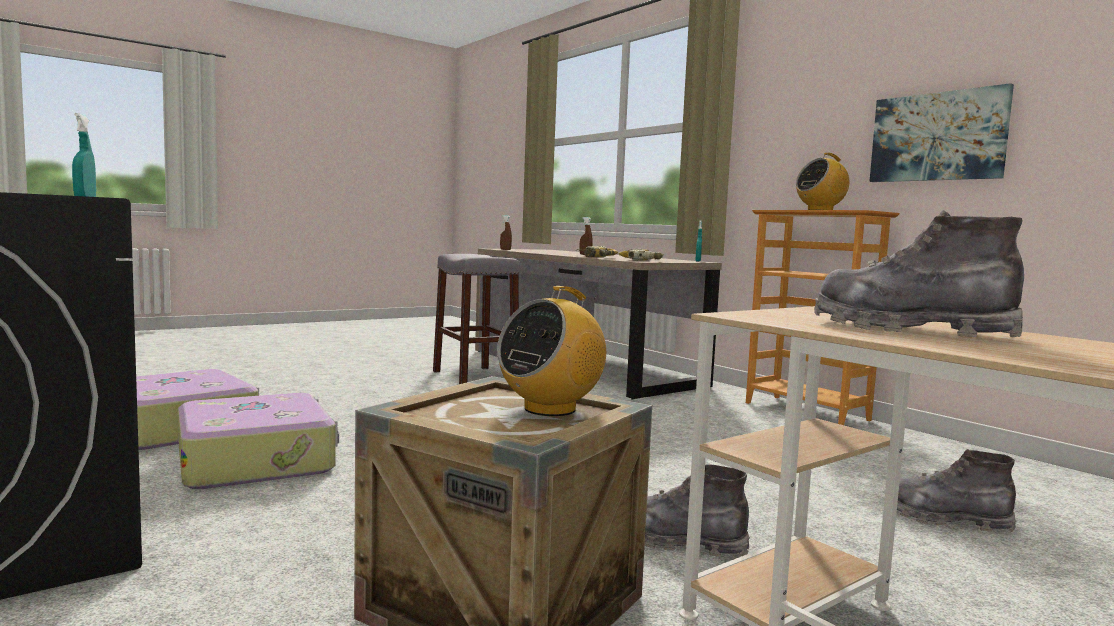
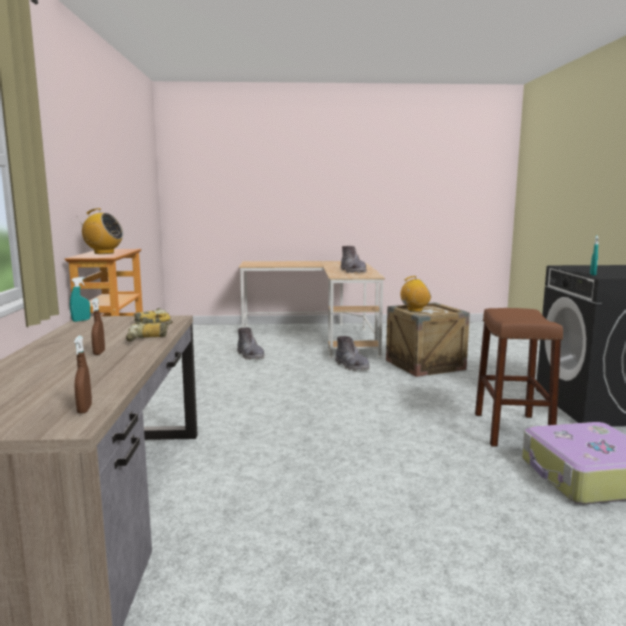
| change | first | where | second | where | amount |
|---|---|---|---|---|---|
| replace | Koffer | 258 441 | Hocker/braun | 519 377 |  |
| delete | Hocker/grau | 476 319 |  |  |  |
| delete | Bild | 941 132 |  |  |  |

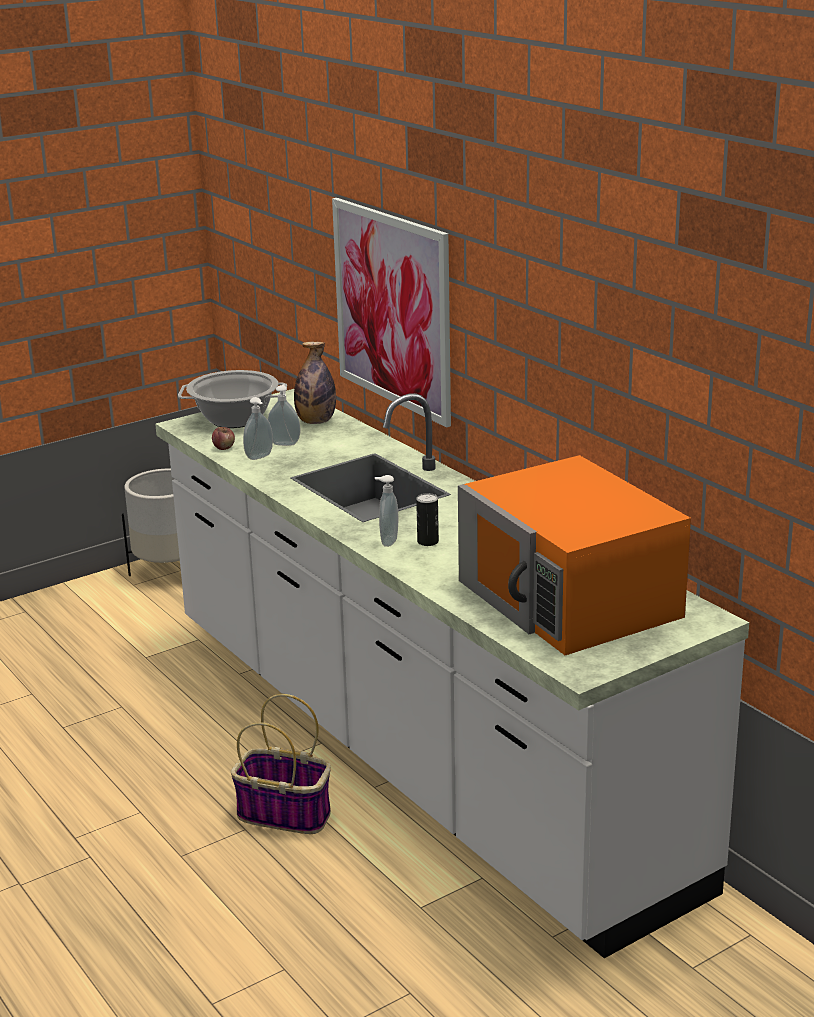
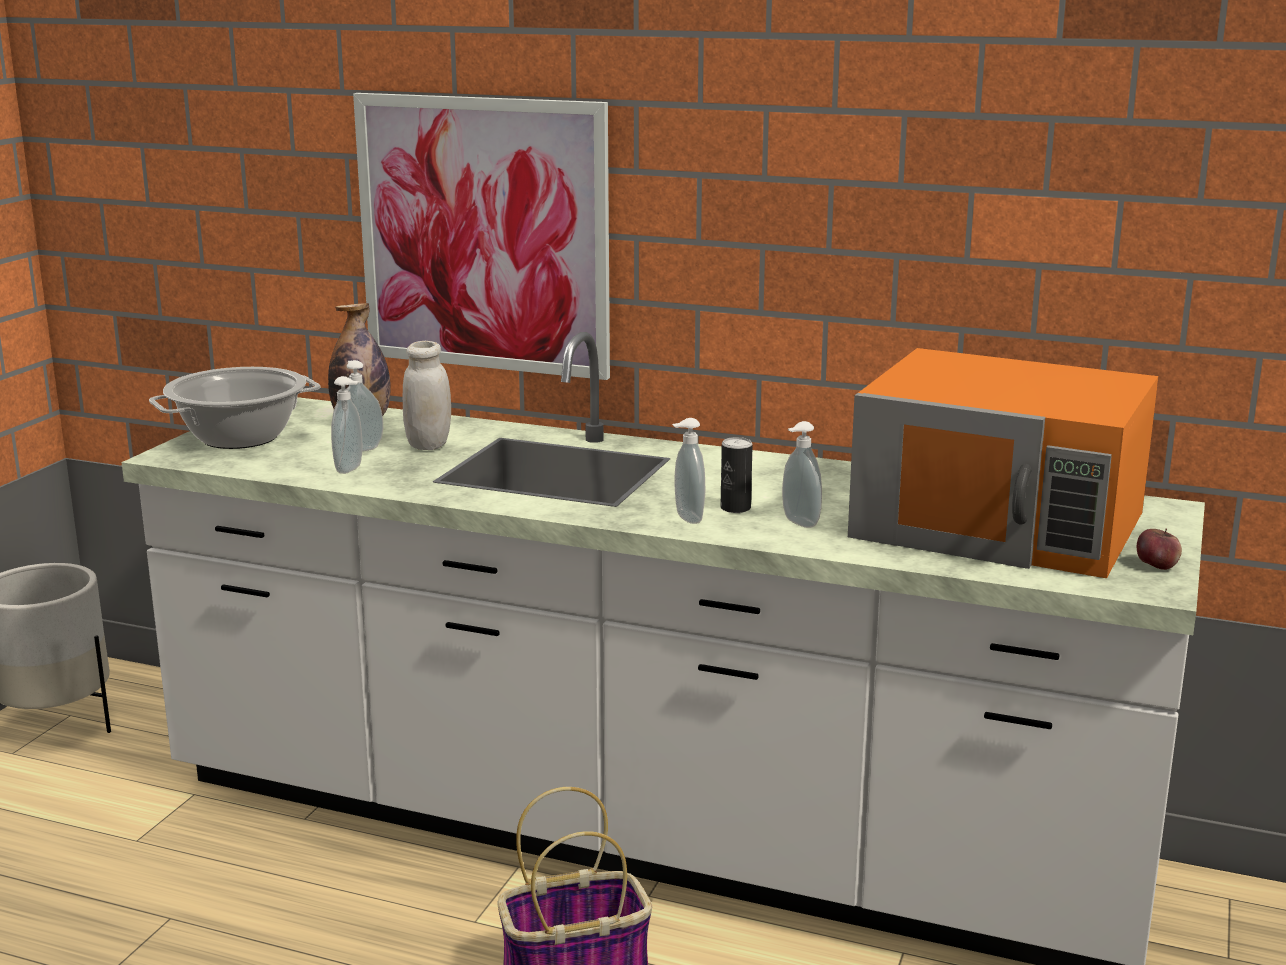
| change | first | where | second | where | amount |
|---|---|---|---|---|---|
| move | Apfel | 223 438 |  | 1159 549 |  |
| insert |  |  | Vorratsglas/weiß | 427 395 |  |
| insert |  |  | Seifenspender | 802 474 |  |

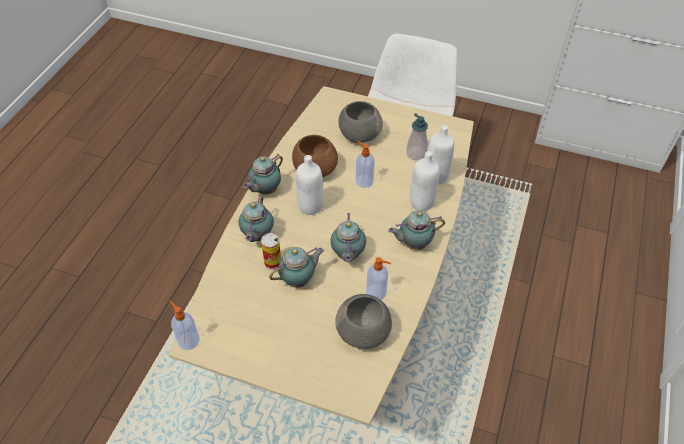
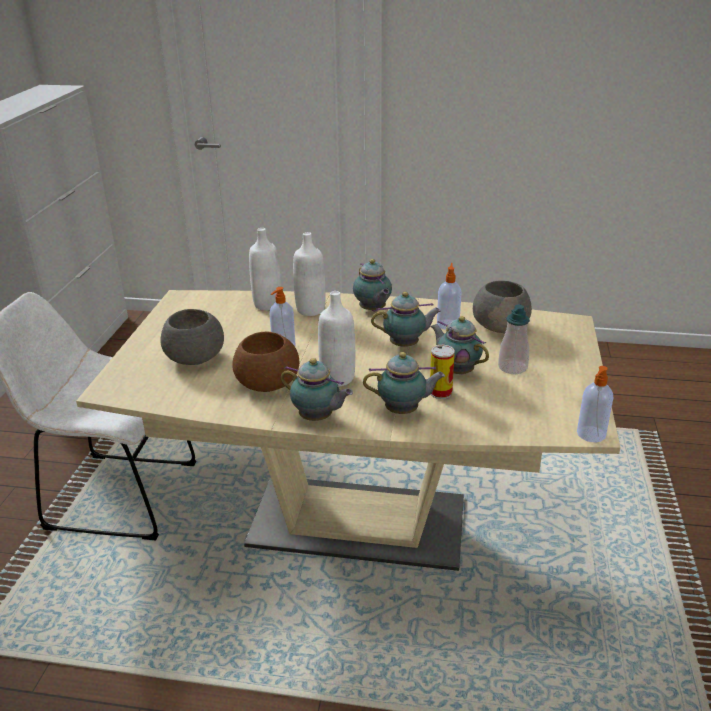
| change | first | where | second | where | amount |
|---|---|---|---|---|---|
| move | Seifenspender | 417 137 |  | 514 339 |  |

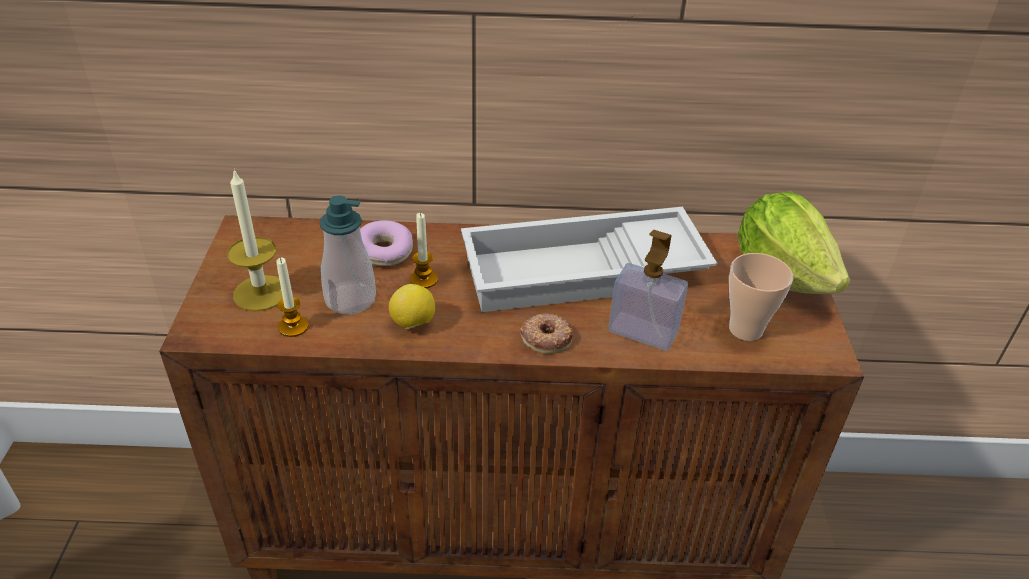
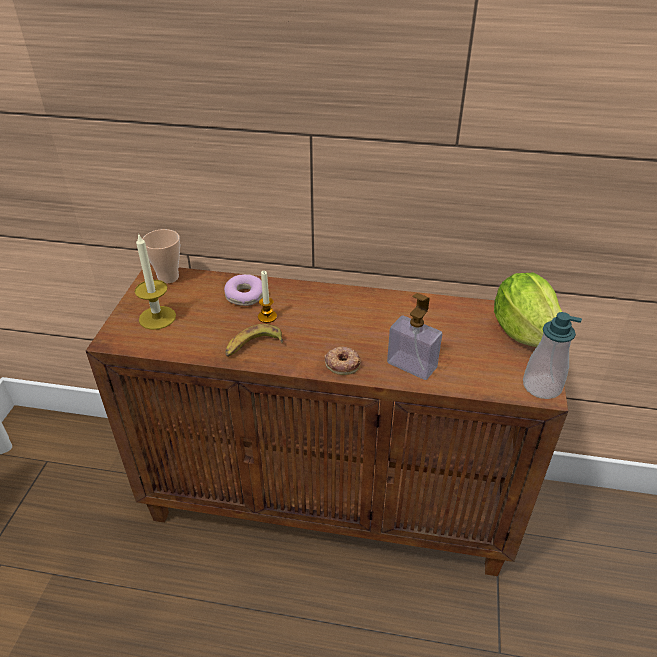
| change | first | where | second | where | amount |
|---|---|---|---|---|---|
| delete | Kerze | 292 297 |  |  |  |
| move | Seifenspender | 347 254 |  | 552 355 |  |
| replace | Zitrone | 412 306 | Banane | 254 340 |  |
| delete | Tablett/weiß | 589 259 |  |  |  |
| move | Tasse | 761 297 |  | 161 256 |  |

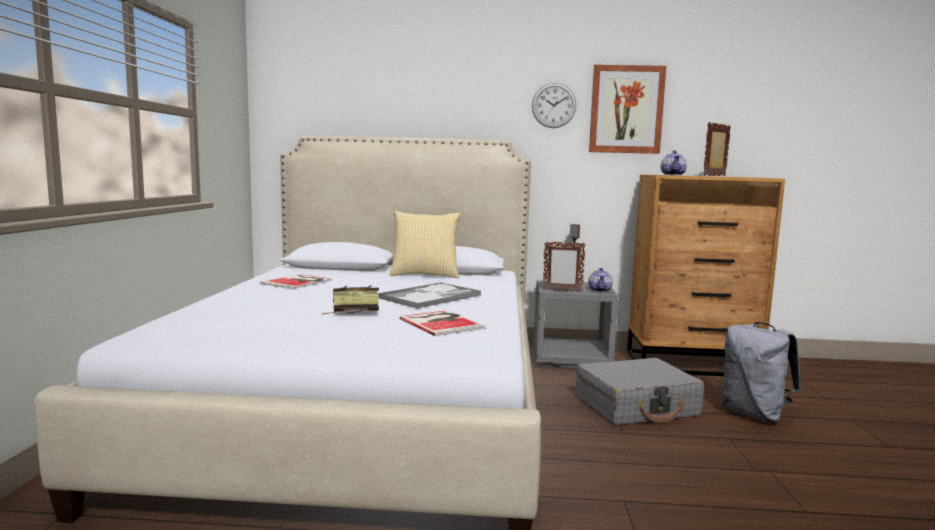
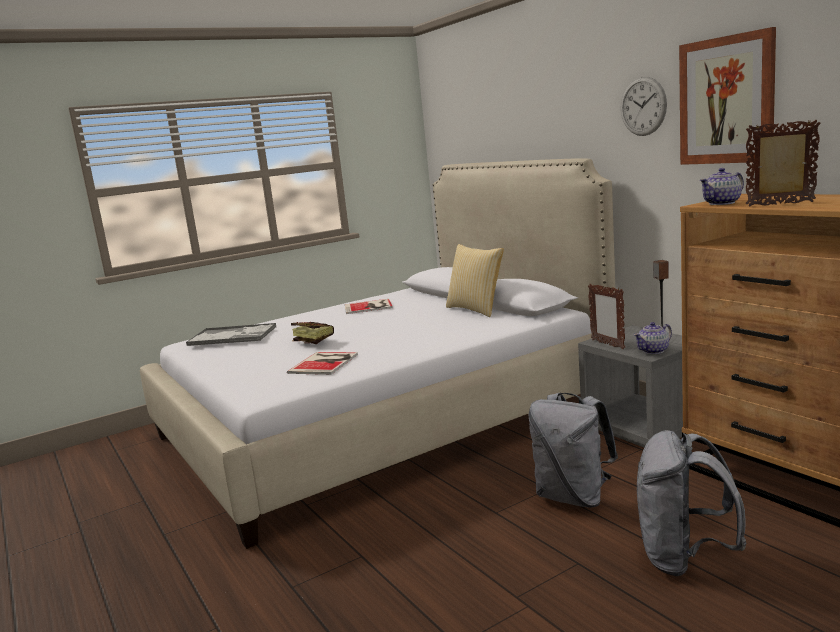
| change | first | where | second | where | amount |
|---|---|---|---|---|---|
| move | Tablett | 429 295 |  | 231 334 |  |
| replace | Koffer/grau | 640 391 | Rucksack/grau | 573 450 |  |

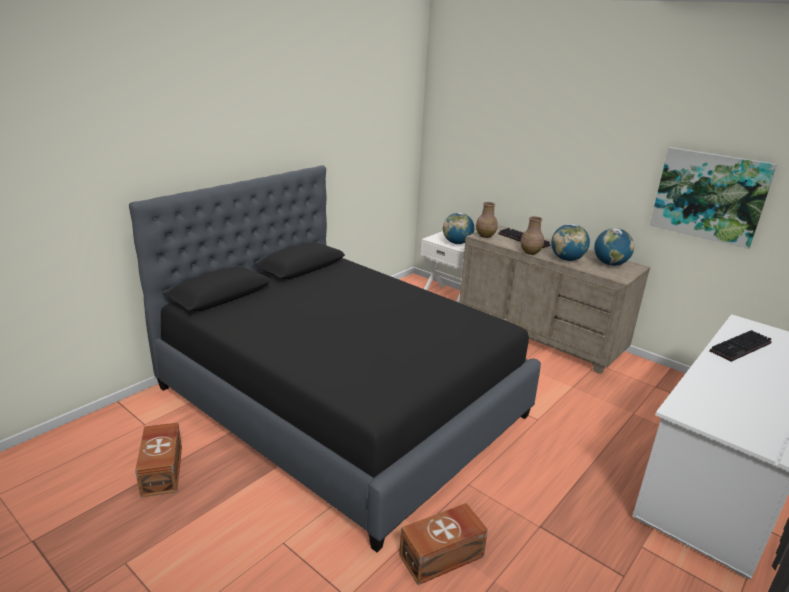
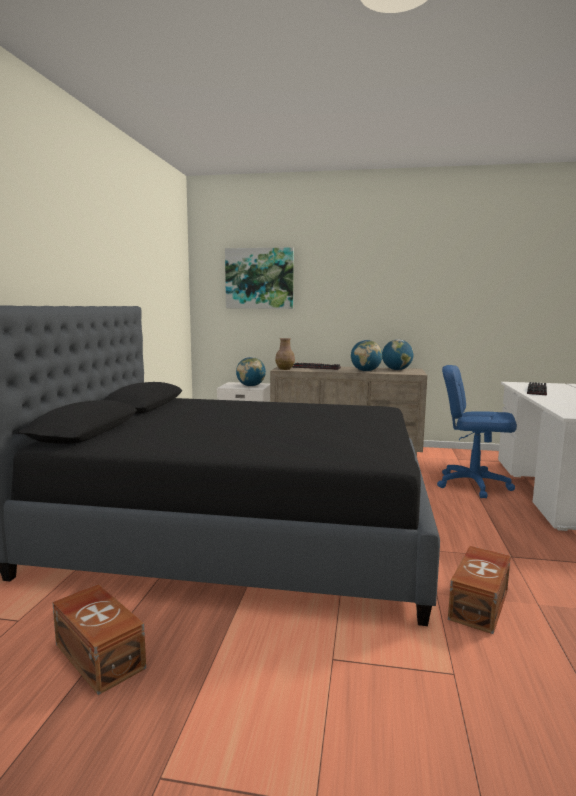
| change | first | where | second | where | amount |
|---|---|---|---|---|---|
| delete | Vase/braun | 532 235 |  |  |  |
| move | Bild | 713 198 |  | 259 278 |  |
| insert |  |  | Bürostuhl/blau | 477 431 |  |

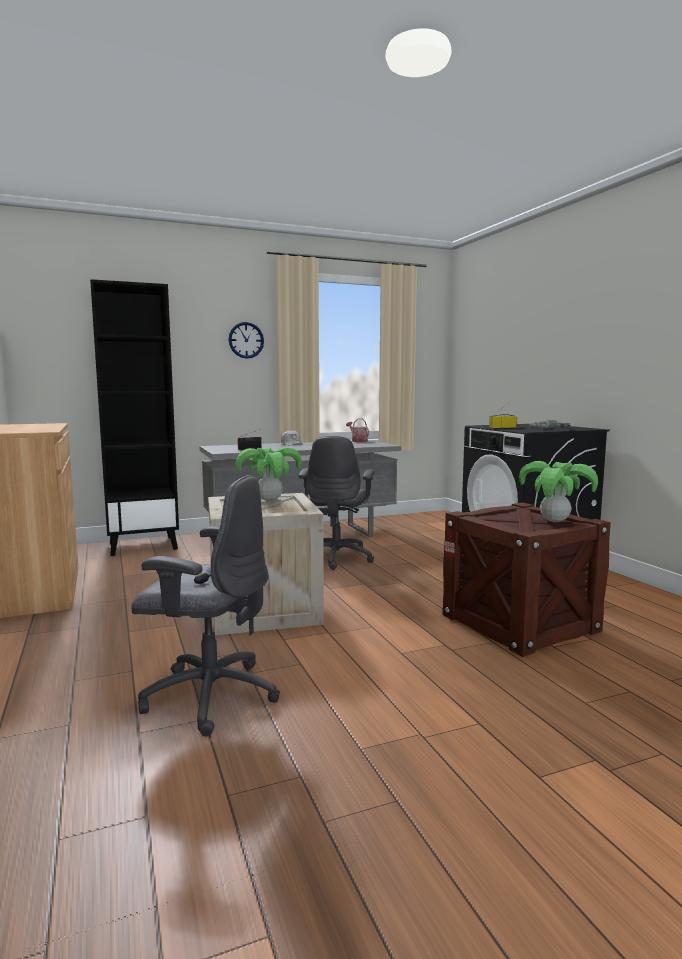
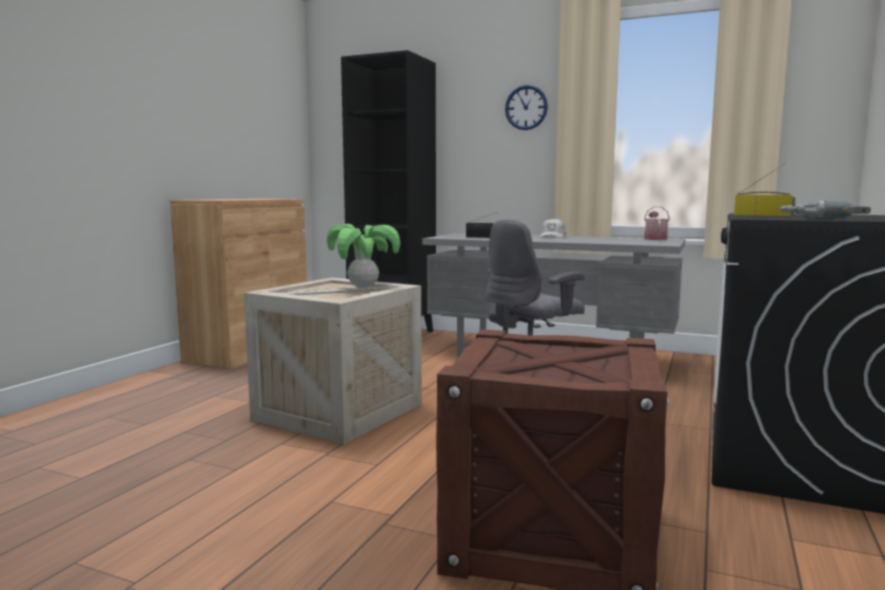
| change | first | where | second | where | amount |
|---|---|---|---|---|---|
| delete | Bürostuhl/grau | 205 605 |  |  |  |
| delete | Topfpflanze | 558 491 |  |  |  |

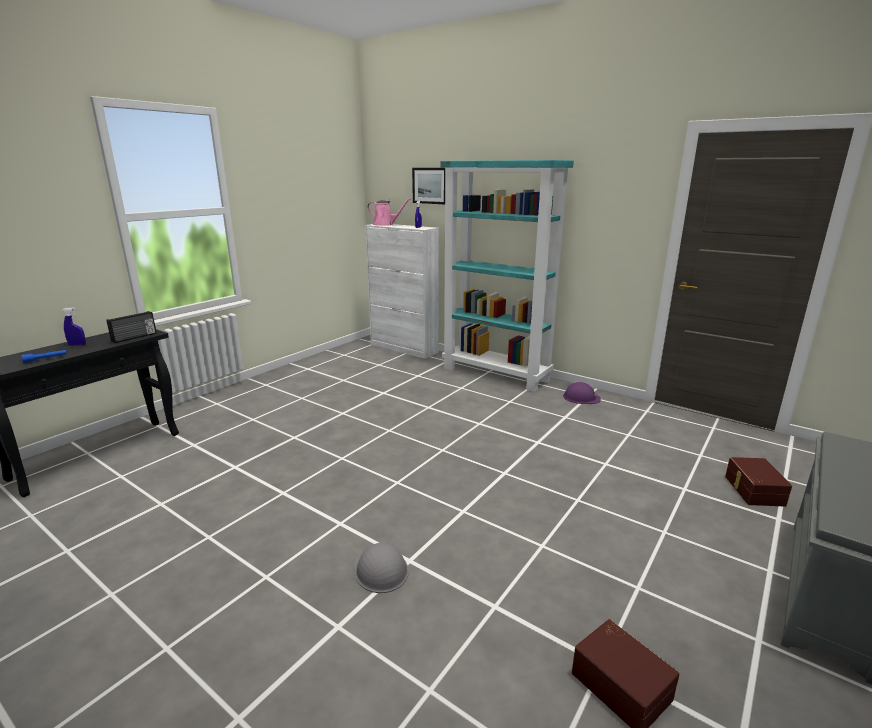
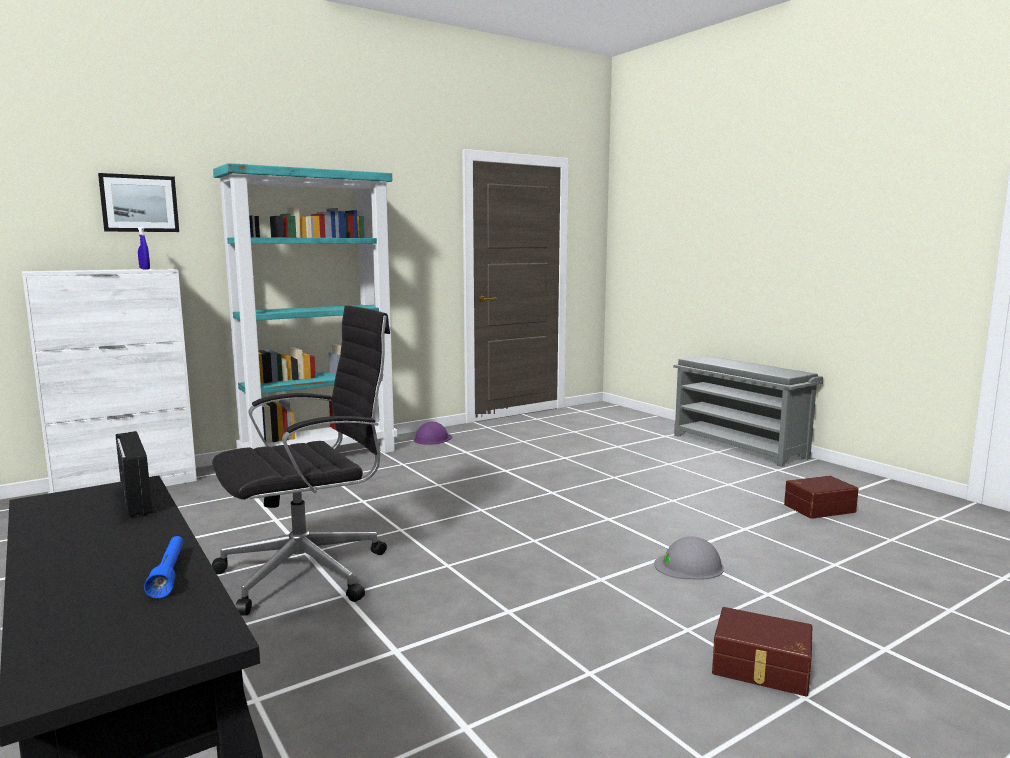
| change | first | where | second | where | amount |
|---|---|---|---|---|---|
| delete | Sprühflasche/blau | 74 326 |  |  |  |
| delete | Gießkanne/rosa | 389 212 |  |  |  |
| move | Aufbewahrungsbox/braun | 758 482 |  | 762 651 |  |
| insert |  |  | Bürostuhl/schwarz | 301 460 |  |

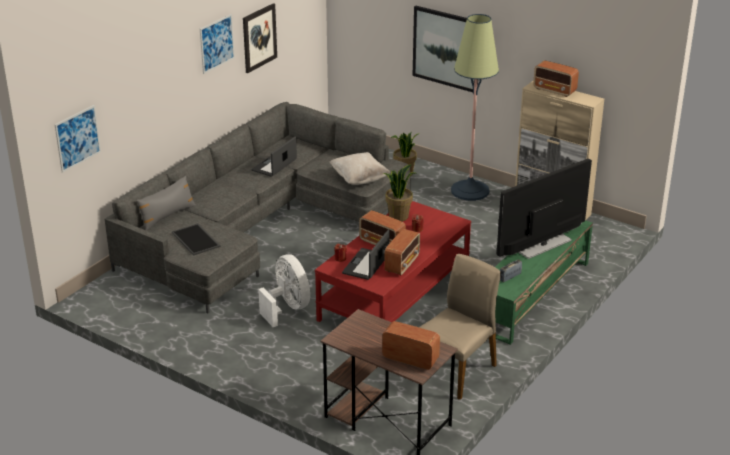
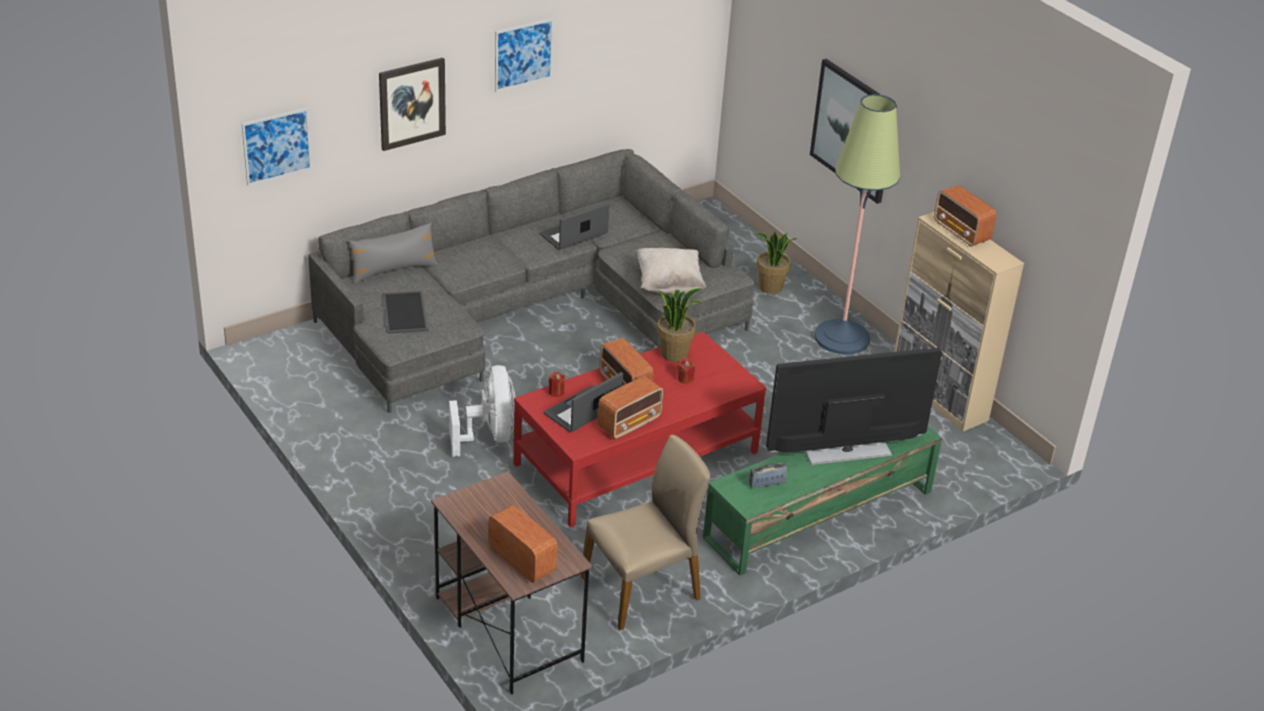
| change | first | where | second | where | amount |
|---|---|---|---|---|---|
| move | Bild | 260 38 |  | 412 104 |  |

